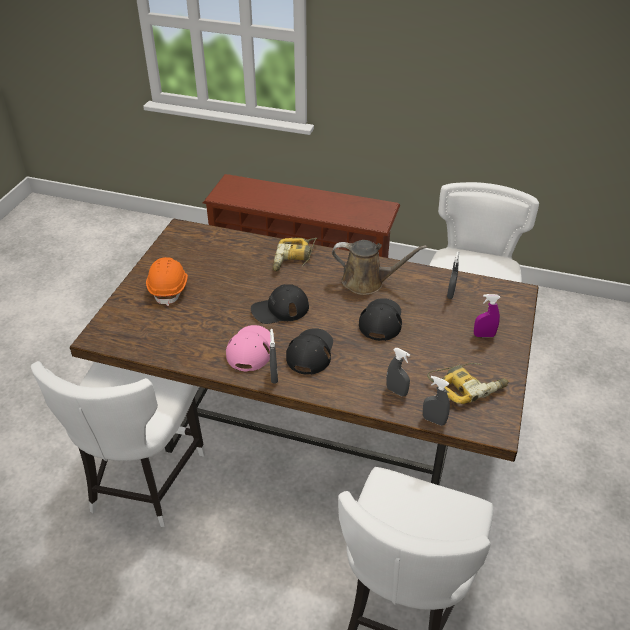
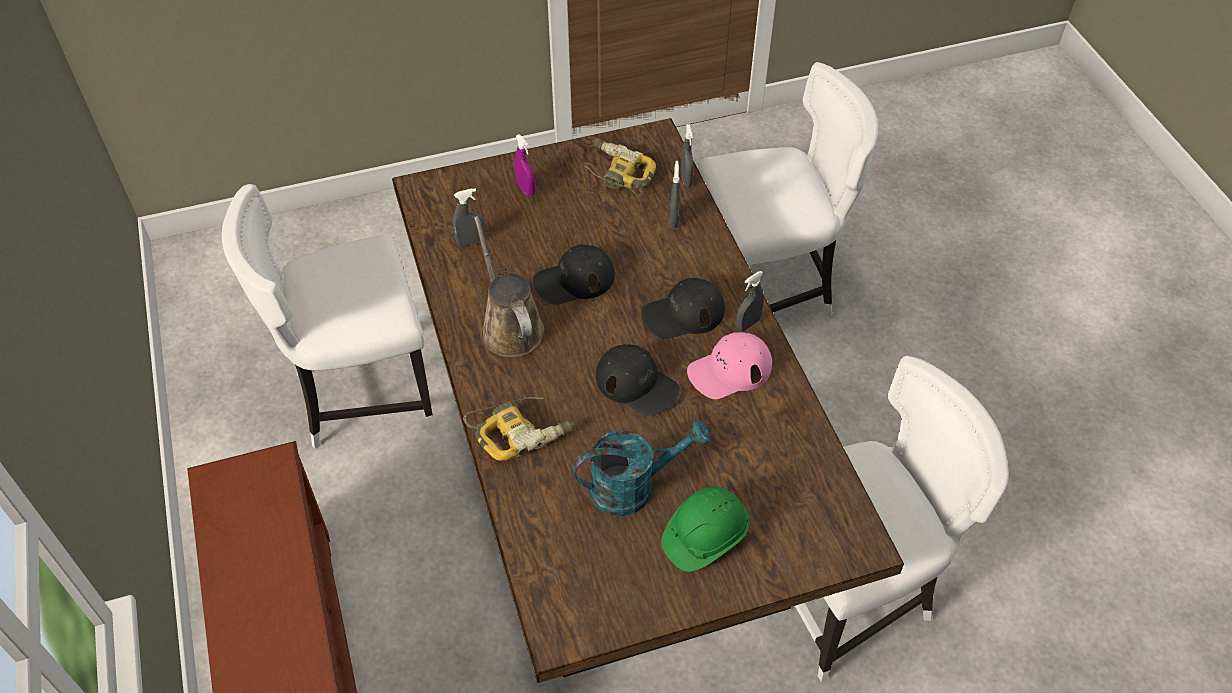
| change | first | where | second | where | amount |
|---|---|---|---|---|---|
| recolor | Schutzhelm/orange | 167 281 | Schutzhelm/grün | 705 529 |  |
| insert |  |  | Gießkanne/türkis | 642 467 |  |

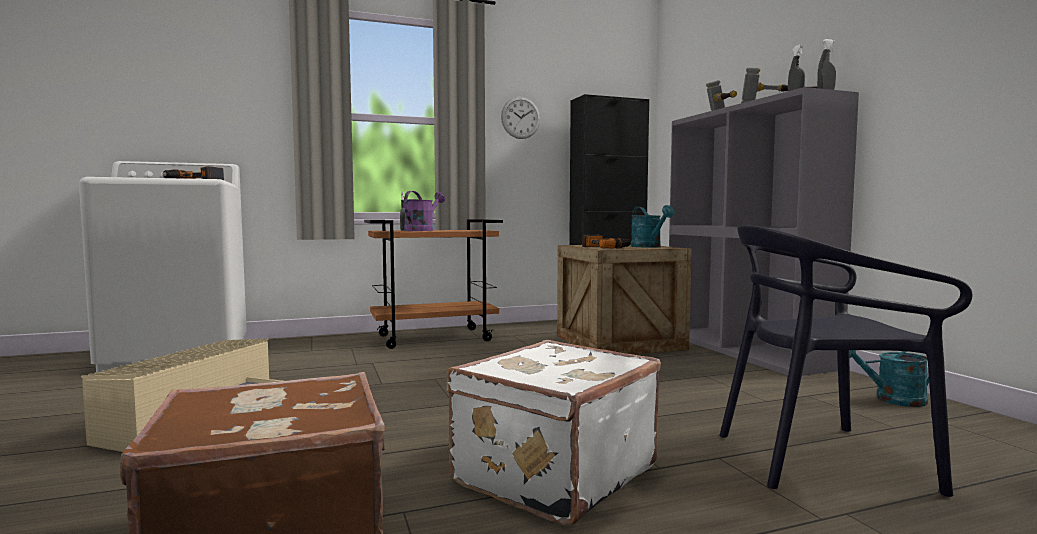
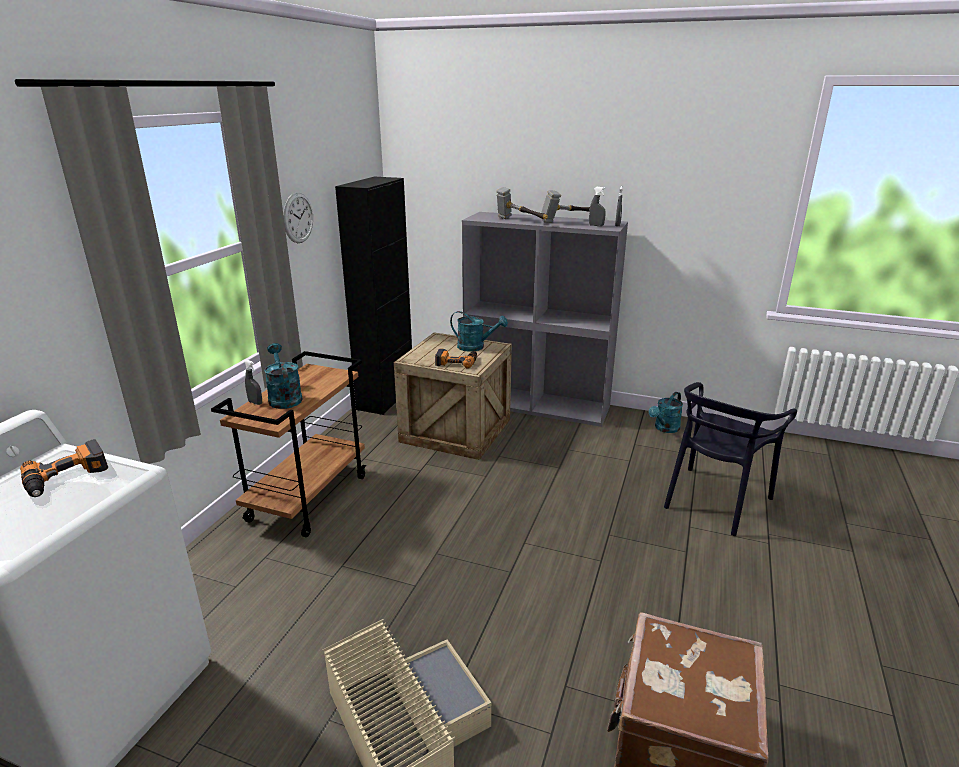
| change | first | where | second | where | amount |
|---|---|---|---|---|---|
| recolor | Gießkanne/lila | 424 211 | Gießkanne/türkis | 283 376 |  |
| delete | Koffer/weiß | 554 433 |  |  |  |

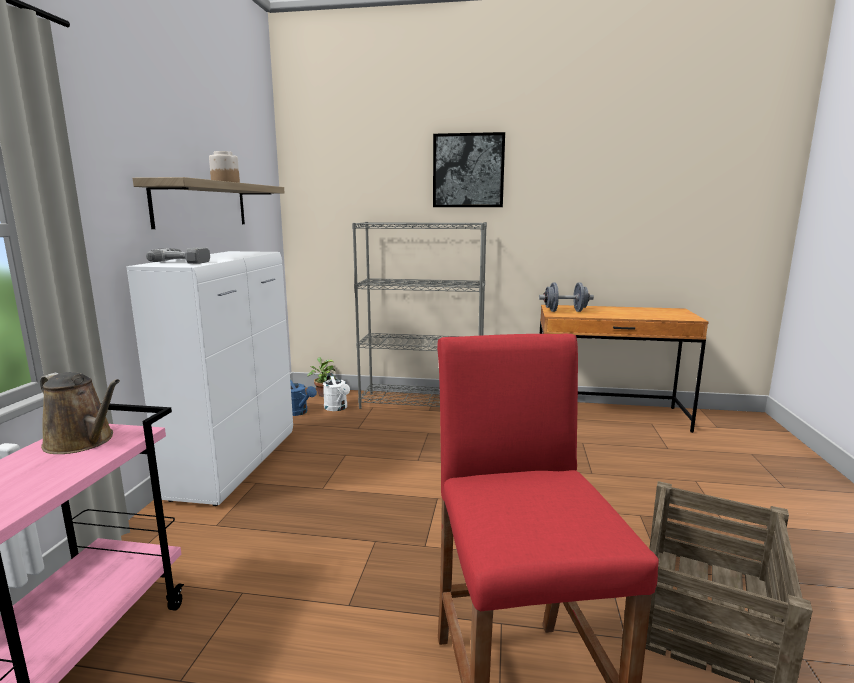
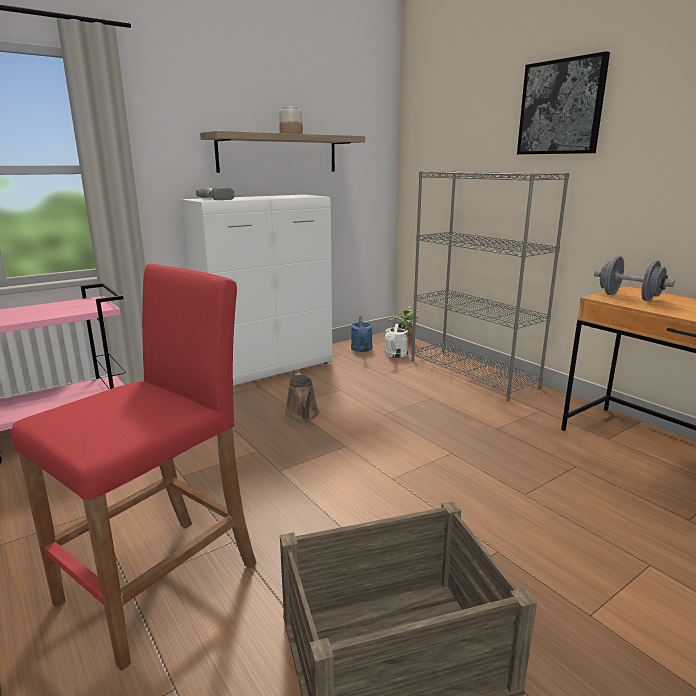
| change | first | where | second | where | amount |
|---|---|---|---|---|---|
| move | Gießkanne/braun | 80 413 |  | 302 396 |  |

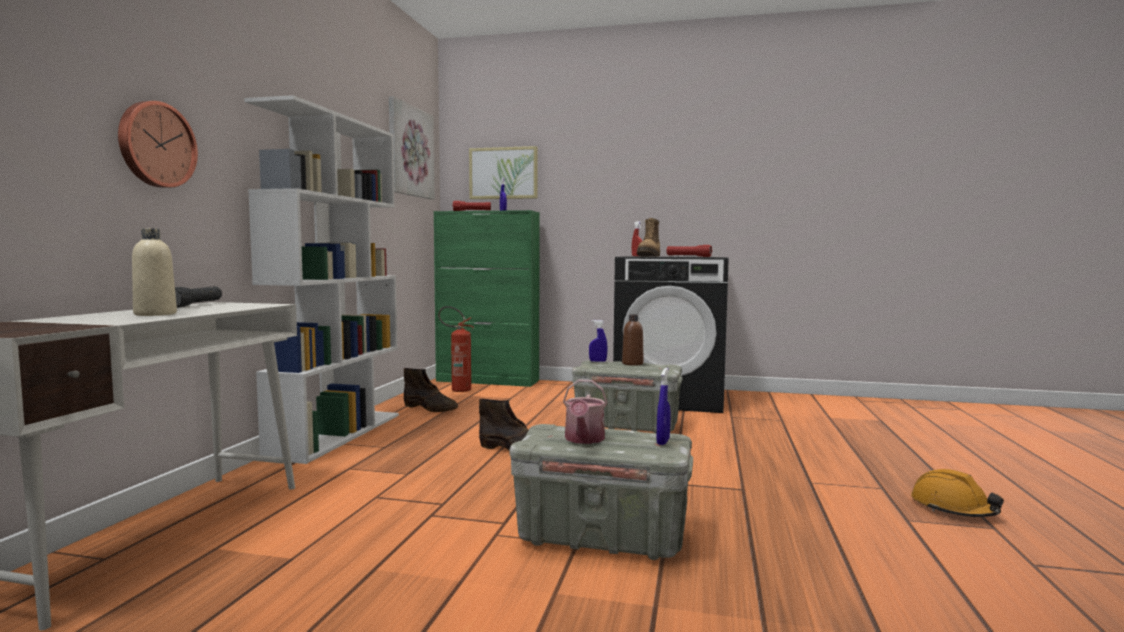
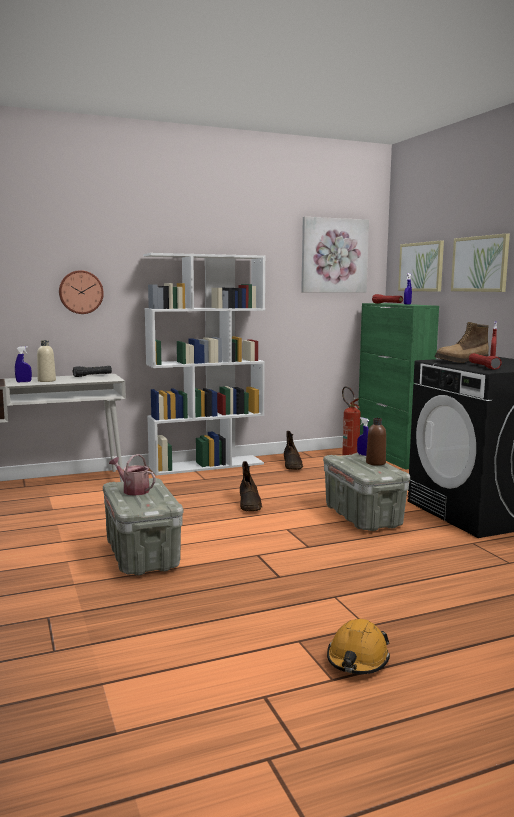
| change | first | where | second | where | amount |
|---|---|---|---|---|---|
| rotate | Gießkanne | 585 412 |  | 132 475 | 60 degrees clockwise |
| move | Sprühflasche/blau | 663 406 |  | 23 364 |  |
| insert |  |  | Bild | 480 262 |  |

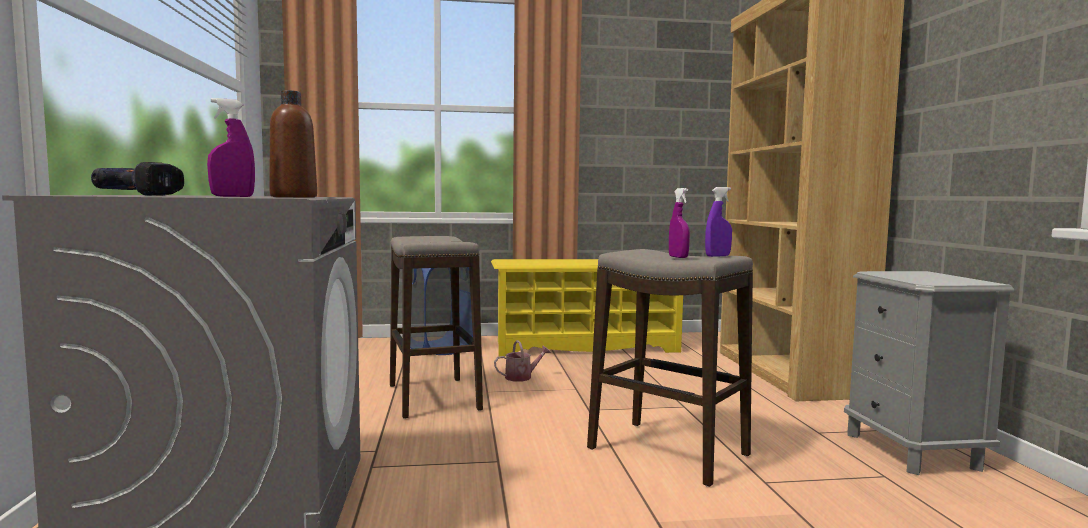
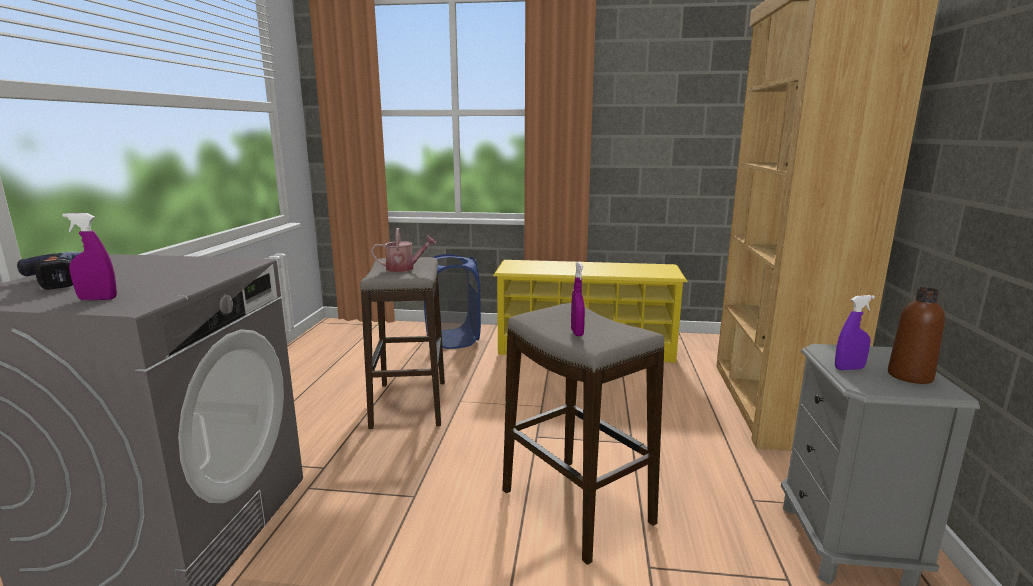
| change | first | where | second | where | amount |
|---|---|---|---|---|---|
| move | Flasche/braun | 293 143 |  | 916 335 |  |
| move | Gießkanne | 522 361 |  | 404 250 |  |
| move | Sprühflasche/lila | 718 222 |  | 855 332 |  |

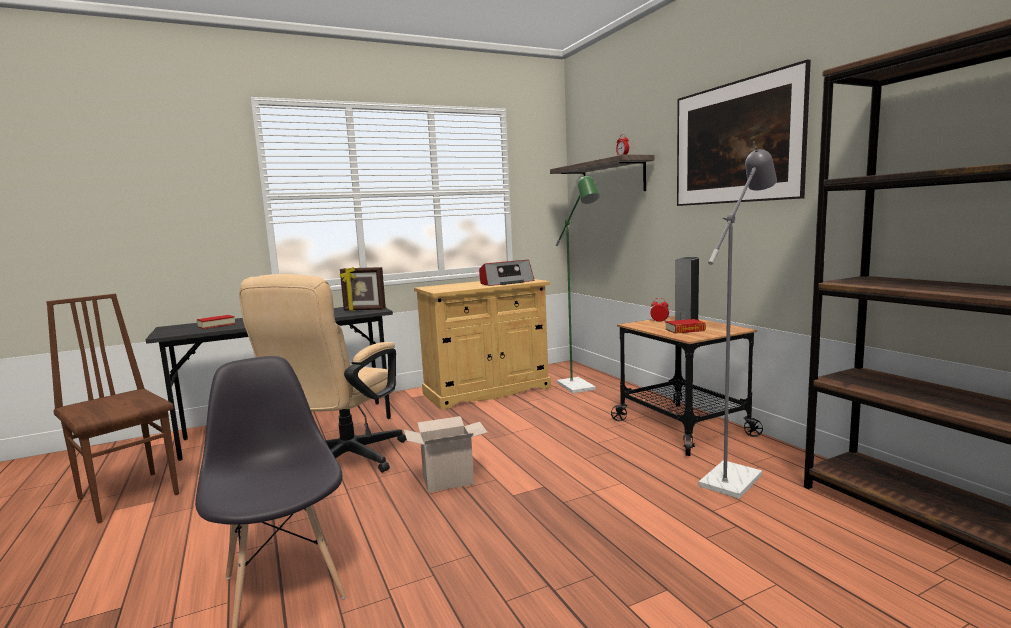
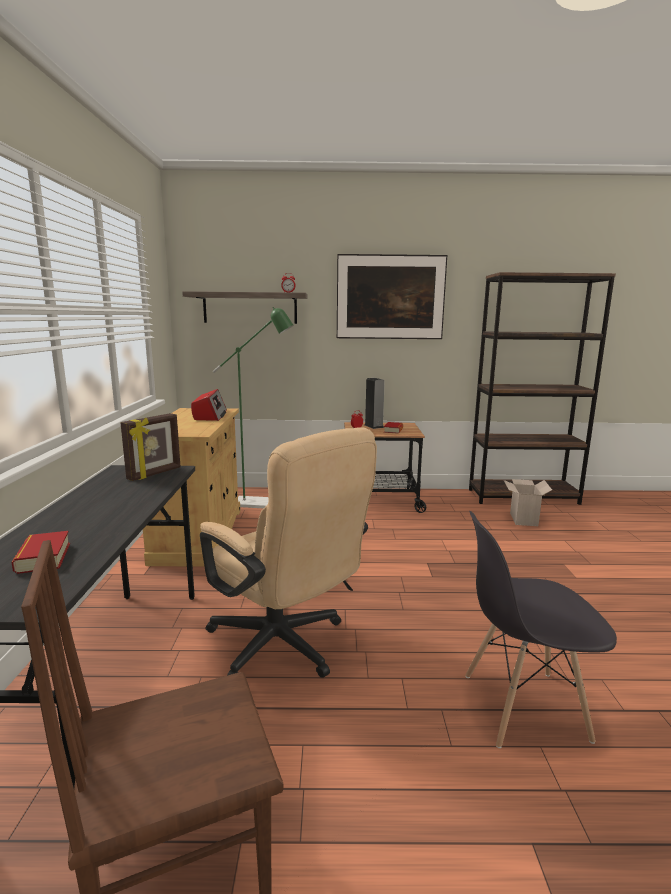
| change | first | where | second | where | amount |
|---|---|---|---|---|---|
| move | Karton | 446 454 |  | 528 502 |  |
| delete | Stehlampe/grau | 738 323 |  |  |  |

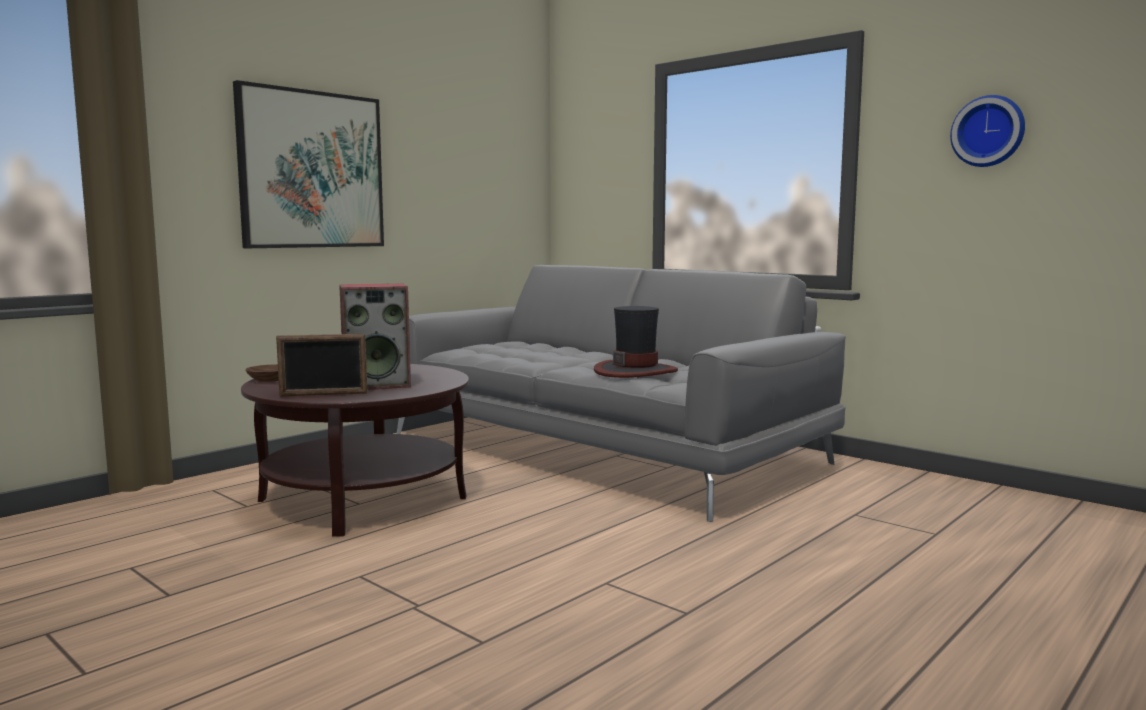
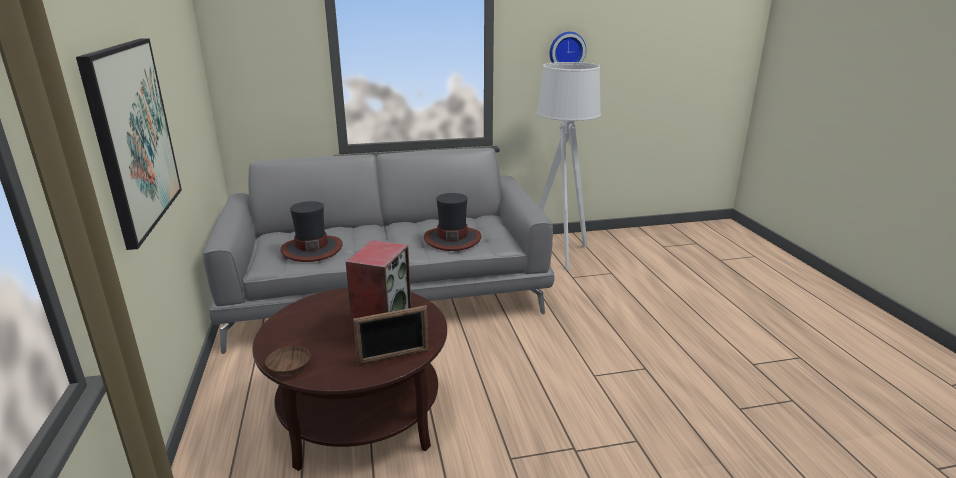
| change | first | where | second | where | amount |
|---|---|---|---|---|---|
| rotate | Bilderrahmen | 322 365 |  | 391 335 | 45 degrees clockwise |
| insert |  |  | Hut | 311 231 |  |
| insert |  |  | Stehlampe/grau | 569 166 |  |

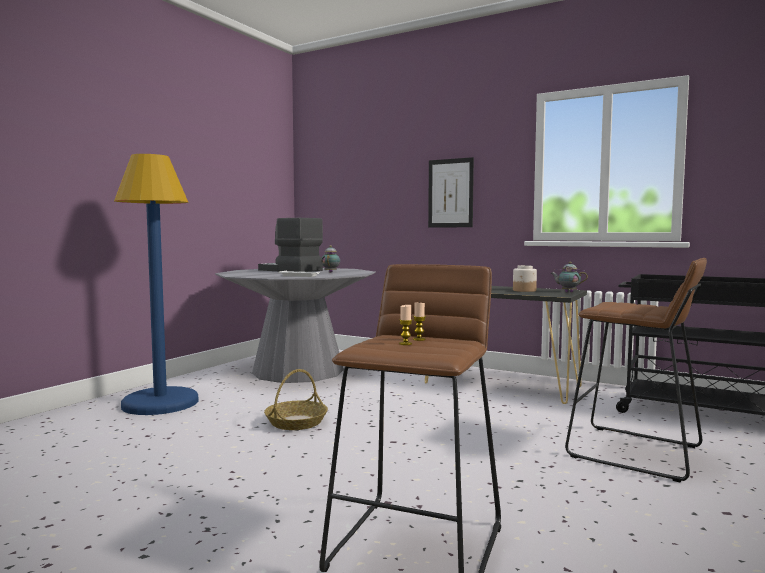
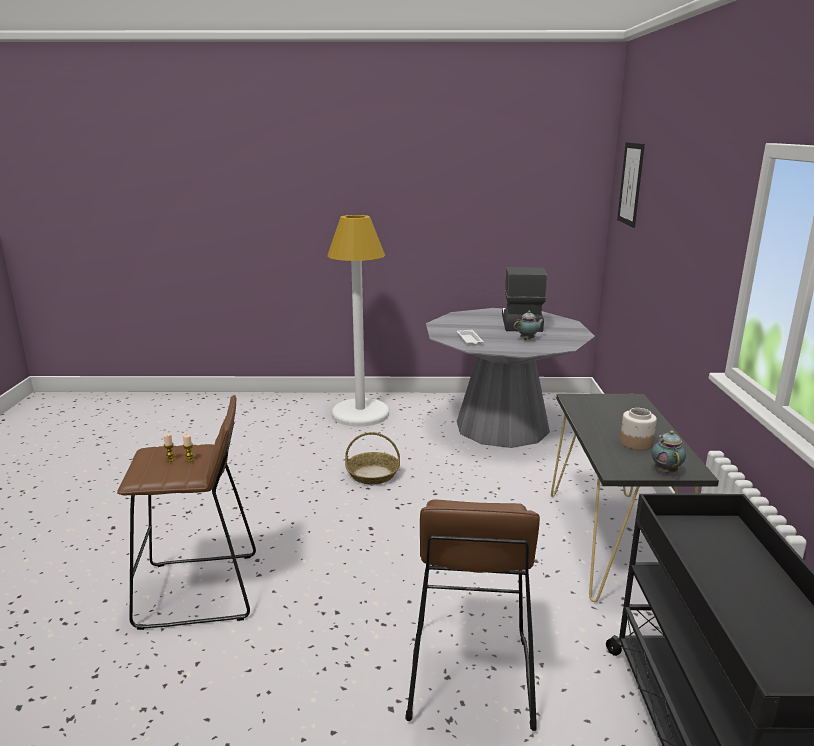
| change | first | where | second | where | amount |
|---|---|---|---|---|---|
| recolor | Stehlampe/blau | 156 284 | Stehlampe/weiß | 358 321 |  |
| move | Bild | 451 192 |  | 631 185 |  |

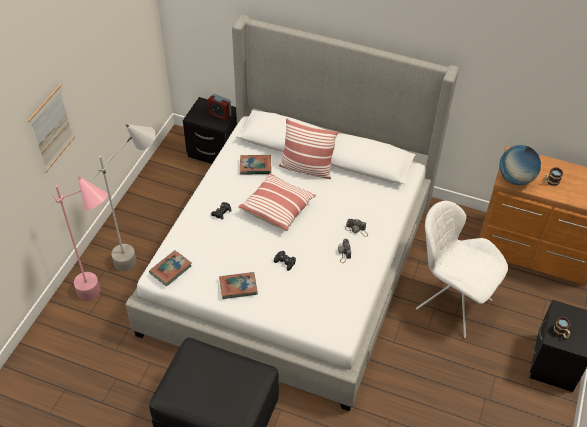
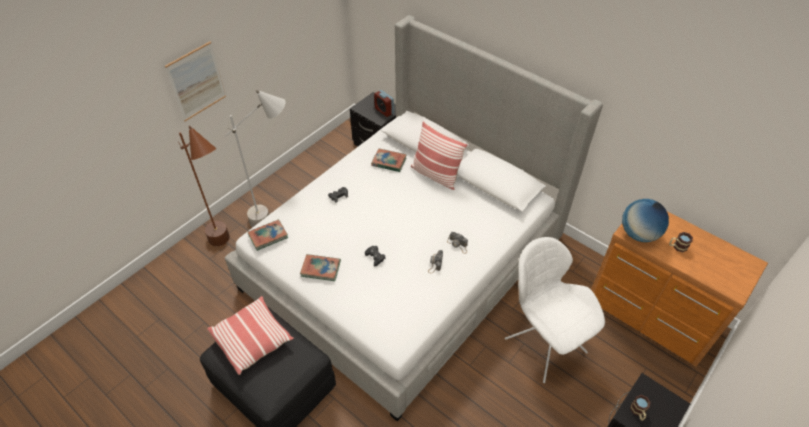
| change | first | where | second | where | amount |
|---|---|---|---|---|---|
| recolor | Stehlampe/rosa | 80 238 | Stehlampe/braun | 204 186 |  |
| move | Kissen | 277 202 |  | 250 335 |  |

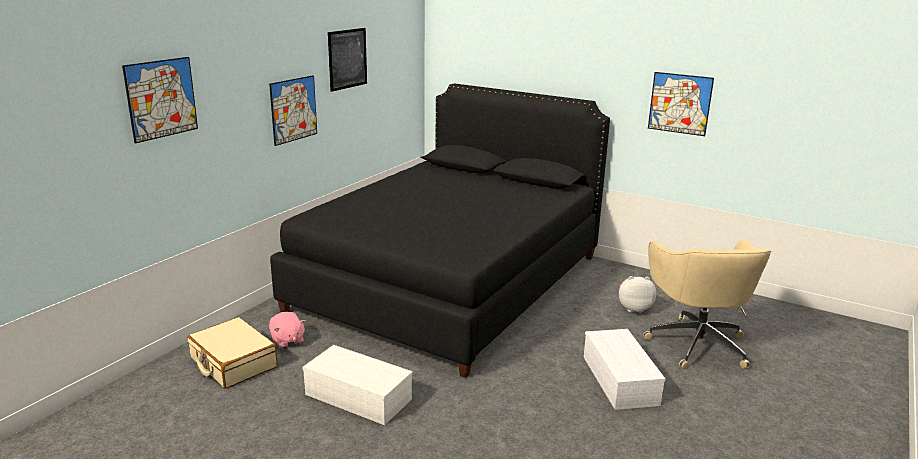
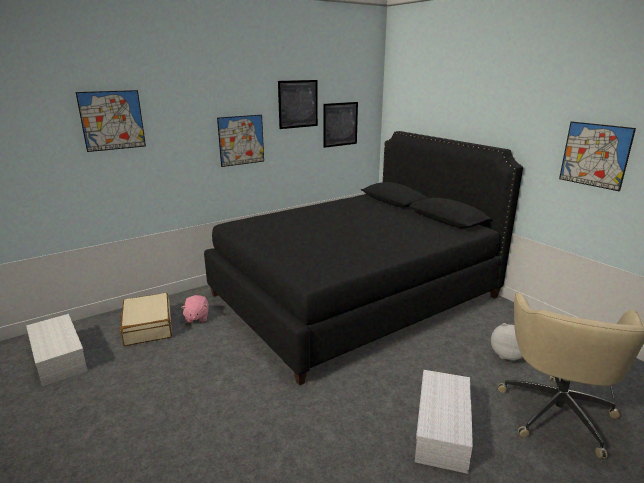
| change | first | where | second | where | amount |
|---|---|---|---|---|---|
| move | Aufbewahrungsbox/weiß | 357 385 |  | 57 350 |  |
| insert |  |  | Bild | 340 125 |  |

